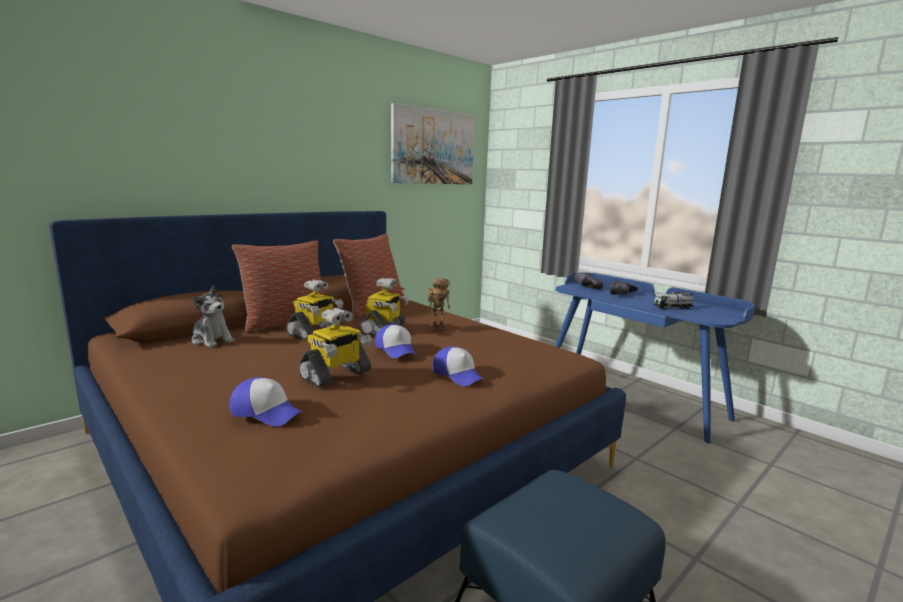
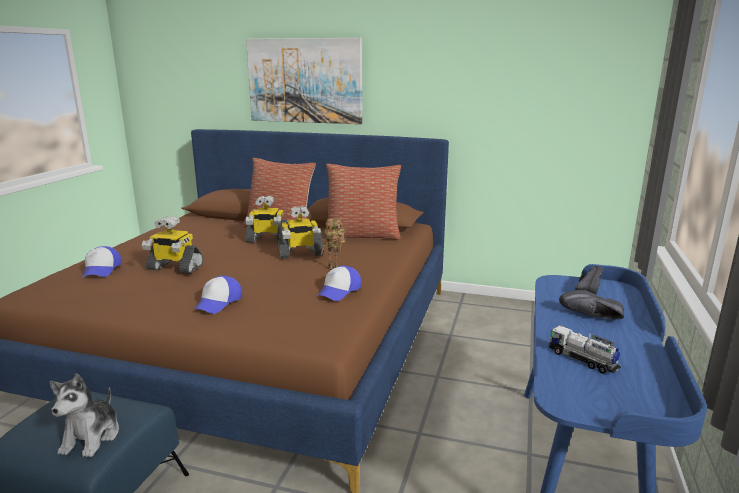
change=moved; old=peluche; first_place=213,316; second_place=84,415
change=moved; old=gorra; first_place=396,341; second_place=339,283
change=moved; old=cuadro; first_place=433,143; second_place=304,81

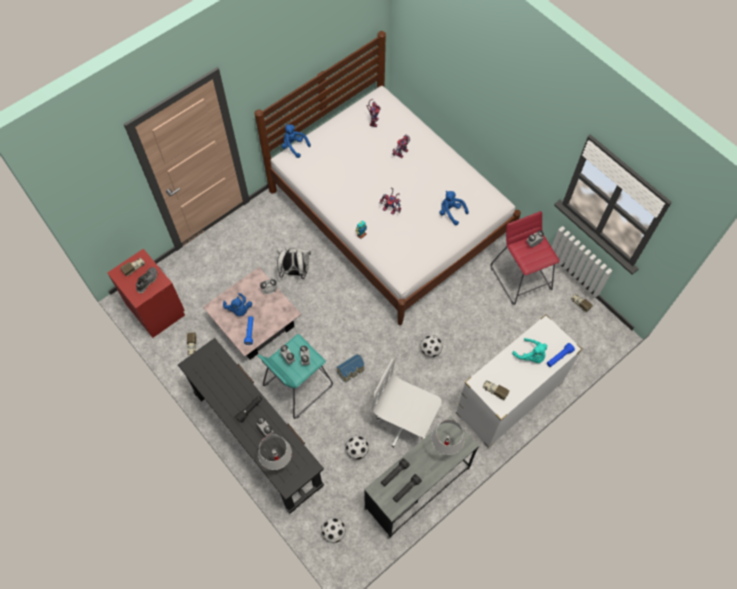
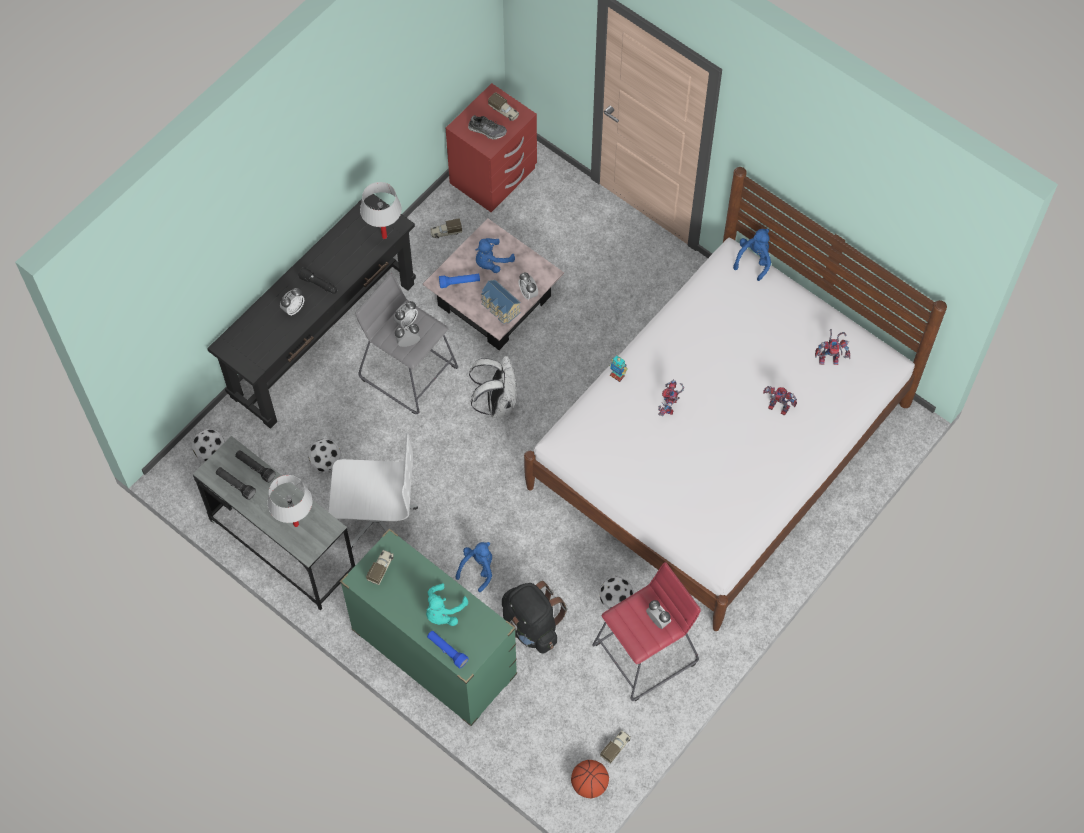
change=added; new=mochila (negro); second_place=535,617
change=added; new=balón de baloncesto; second_place=590,779
change=moved; old=lámpara de mesa (blanco); first_place=275,452; second_place=381,210
change=moved; old=mochila (blanco); first_place=294,263; second_place=493,387
change=moved; old=casita; first_place=351,368; second_place=501,302
change=moved; old=balón de fútbol; first_place=431,346; second_place=617,593
change=moved; old=peluche (azul); first_place=454,208; second_place=474,567
change=recoloured; old=taburete (turquesa); new=taburete (gris); first_place=295,376; second_place=407,344
change=recoloured; old=cómoda (blanco); new=cómoda (verde); first_place=519,381; second_place=428,627
change=turned; old=silla de oficina (blanco); first_place=407,403; second_place=373,491; degrees=75

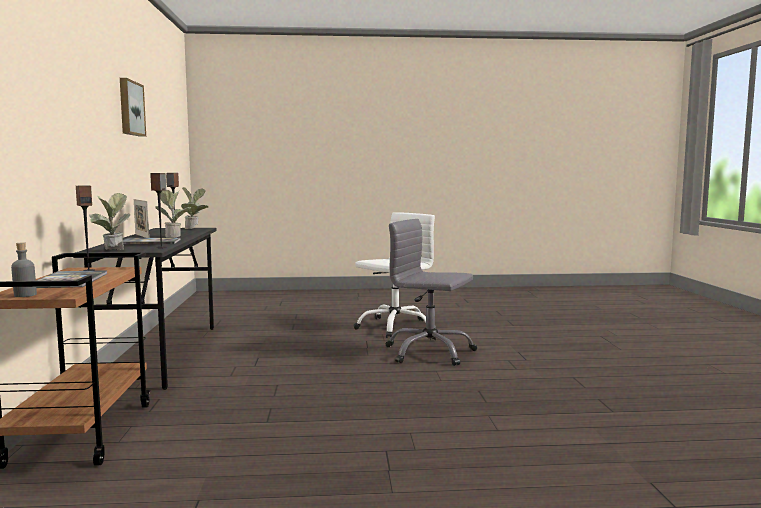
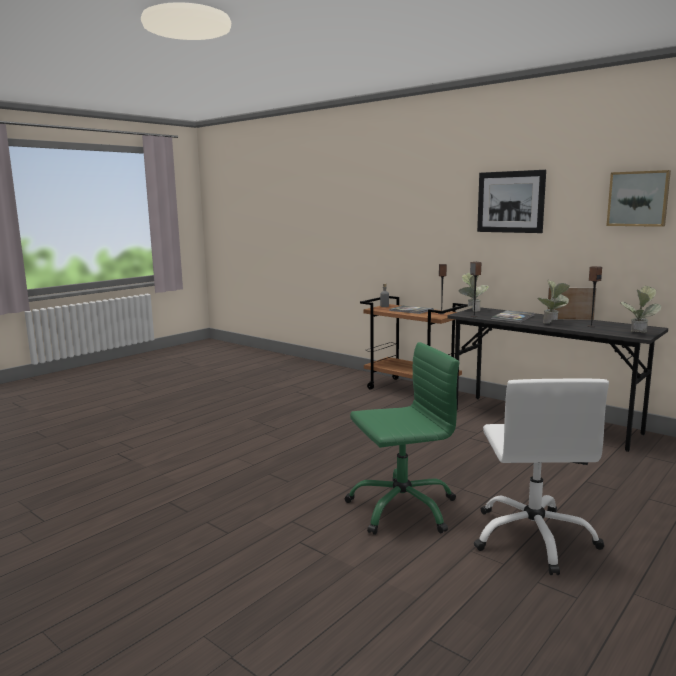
change=added; new=cuadro; second_place=511,201
change=recoloured; old=silla de oficina (gris); new=silla de oficina (verde); first_place=431,292; second_place=401,438

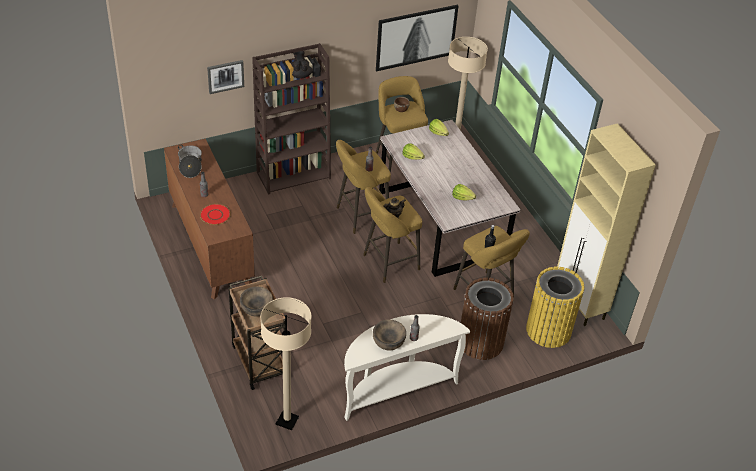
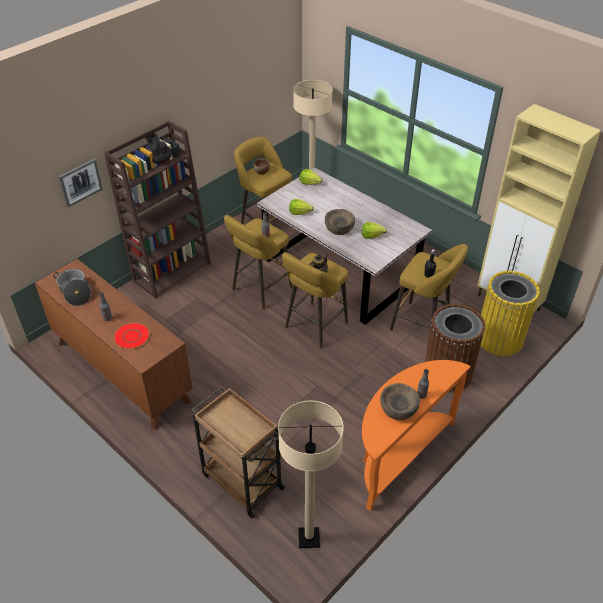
change=removed; old=cuadro; first_place=417,38
change=moved; old=cuenco (marrón); first_place=256,301; second_place=340,222
change=recoloured; old=mesa consola (blanco); new=mesa consola (naranja); first_place=407,367; second_place=416,435

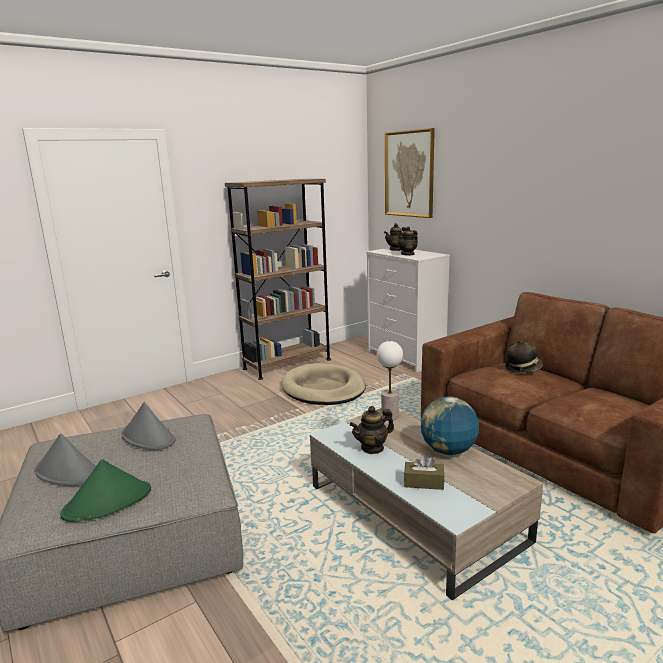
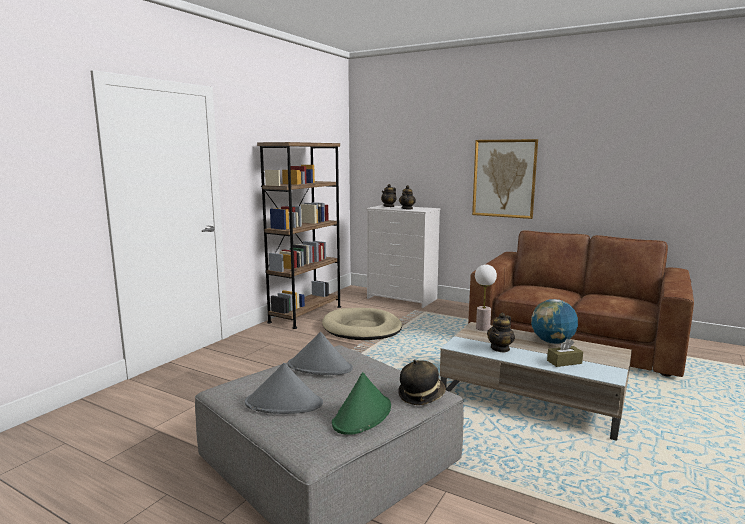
change=moved; old=cuadro; first_place=410,173; second_place=505,179
change=moved; old=sombrero; first_place=524,356; second_place=422,382

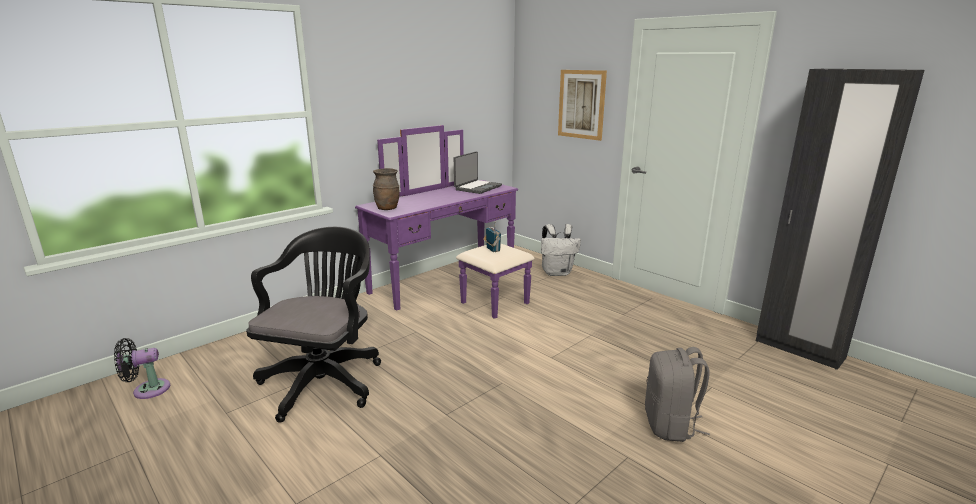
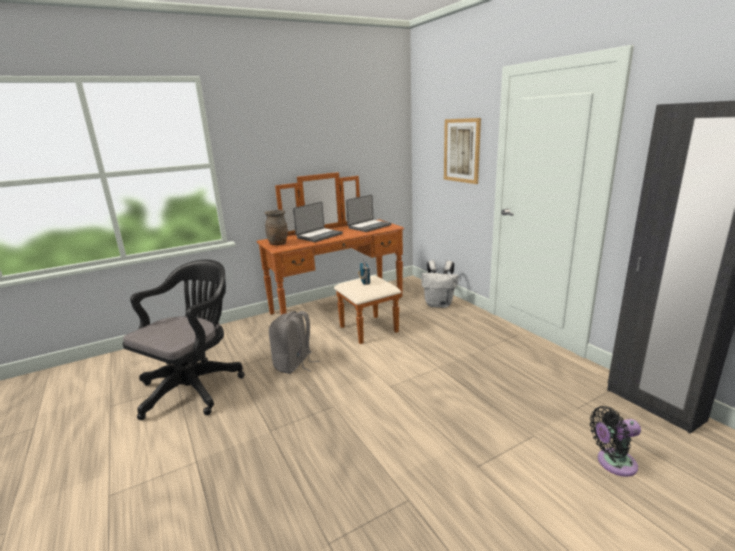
change=added; new=portátil; second_place=318,222
change=moved; old=ventilador (negro); first_place=142,368; second_place=615,441
change=moved; old=mochila (gris); first_place=677,394; second_place=294,342
change=recoloured; old=cómoda (morado); new=cómoda (marrón); first_place=445,222; second_place=330,258

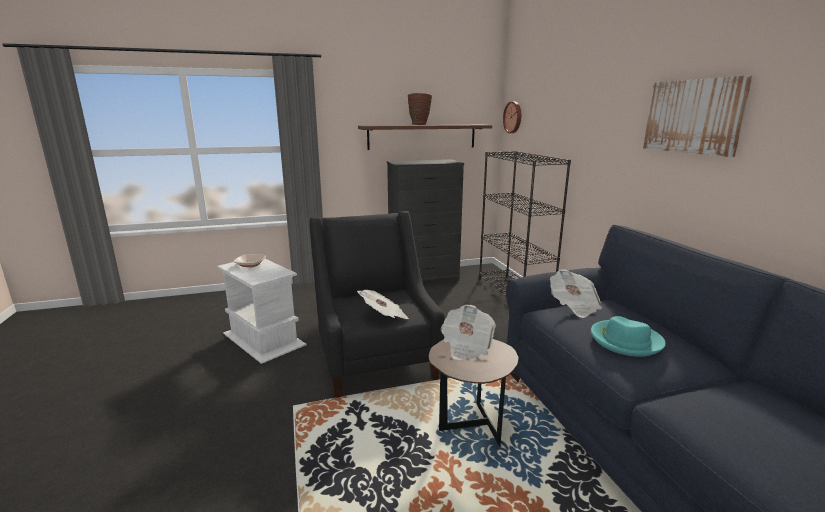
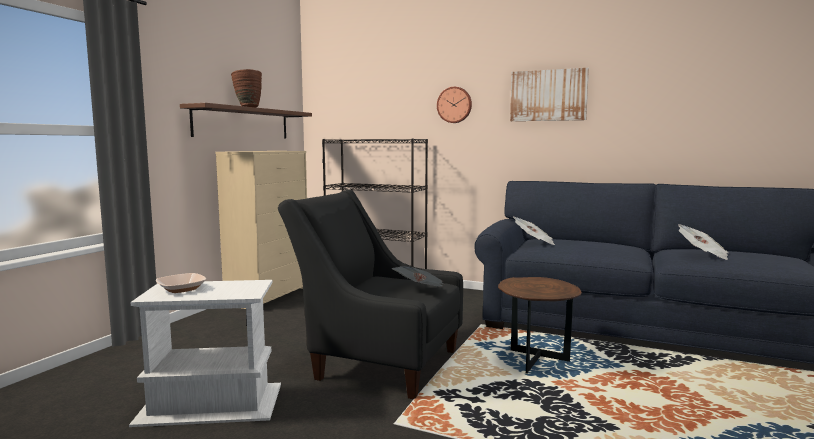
change=removed; old=sombrero (turquesa); first_place=628,336
change=moved; old=periódico; first_place=468,332; second_place=703,242
change=moved; old=reloj de pared; first_place=512,117; second_place=454,105
change=recoloured; old=cómoda (negro); new=cómoda (beis); first_place=425,220; second_place=261,230

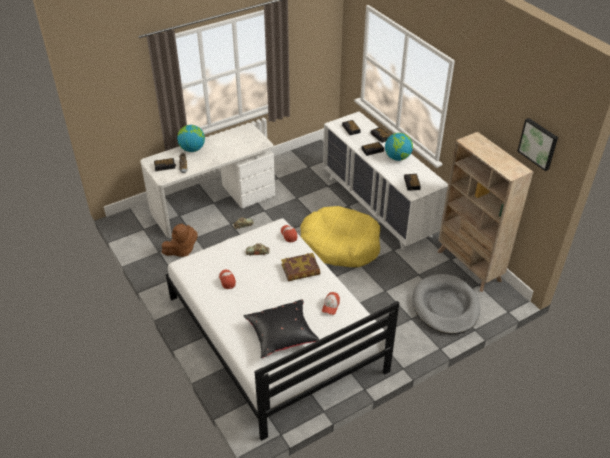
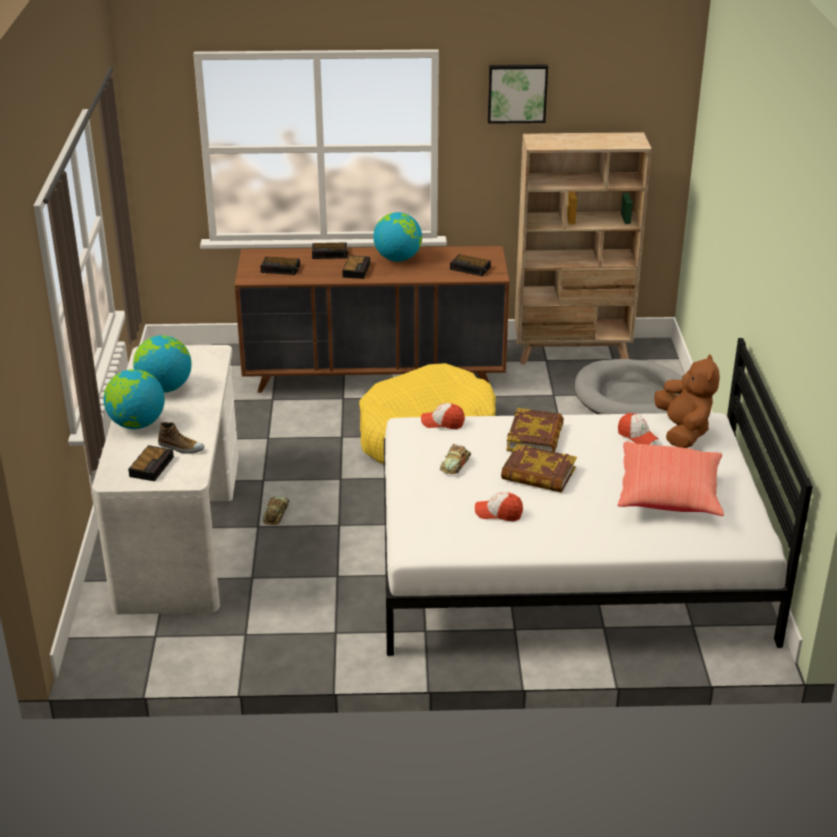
change=added; new=globo terráqueo; second_place=162,364
change=added; new=libro; second_place=539,468
change=moved; old=peluche (marrón); first_place=180,240; second_place=687,401
change=moved; old=cuadro; first_place=537,144; second_place=518,94
change=recoloured; old=cojín (negro); new=cojín (rojo); first_place=282,328; second_place=670,478
change=recoloured; old=cómoda (blanco); new=cómoda (marrón); first_place=385,180; second_place=371,319

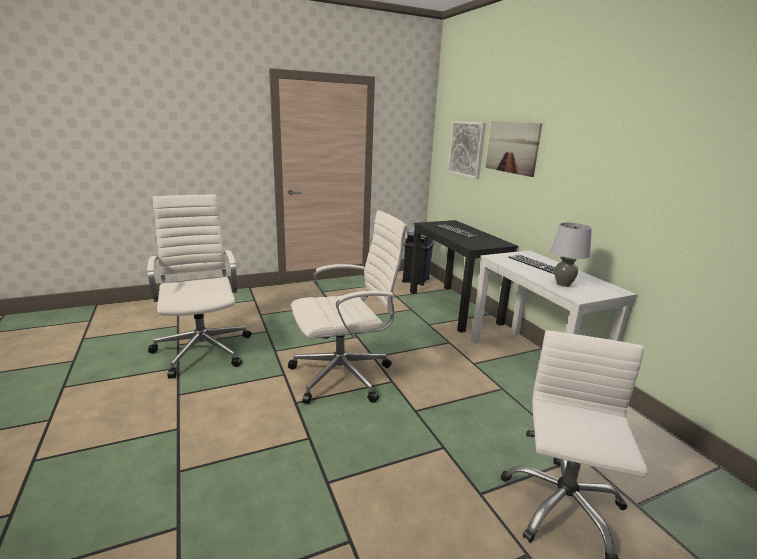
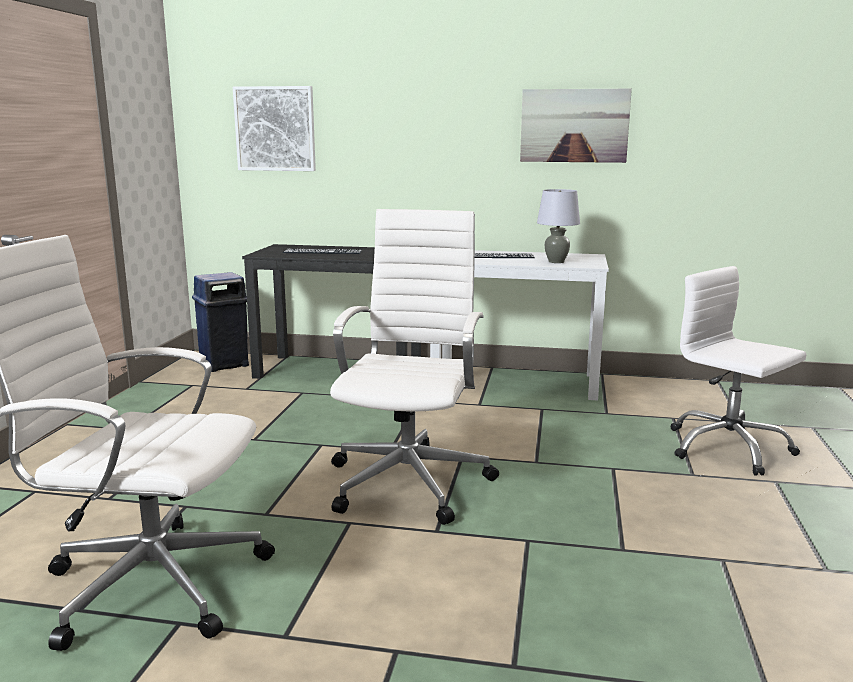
change=moved; old=cuadro; first_place=513,149; second_place=576,125

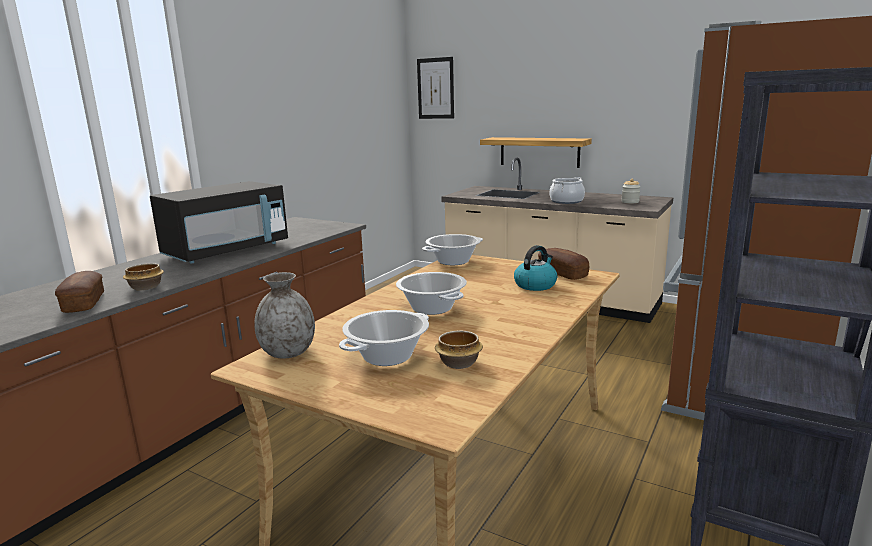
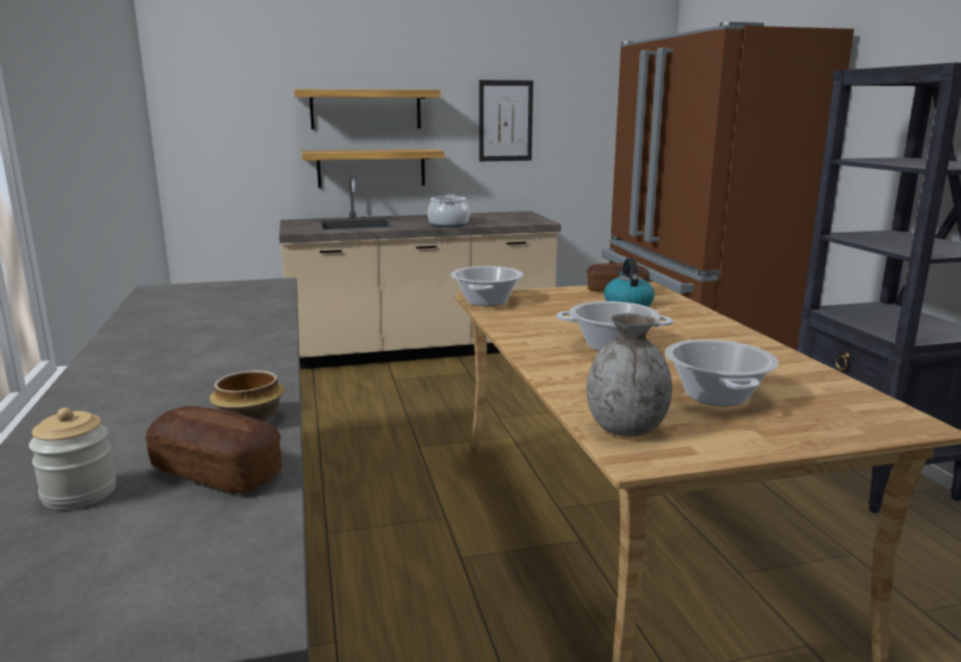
change=removed; old=microondas (negro); first_place=219,222
change=removed; old=cuenco; first_place=459,350
change=added; new=estante; second_place=367,109
change=moved; old=cuadro; first_place=435,88; second_place=506,120
change=moved; old=tarro; first_place=631,191; second_place=72,459

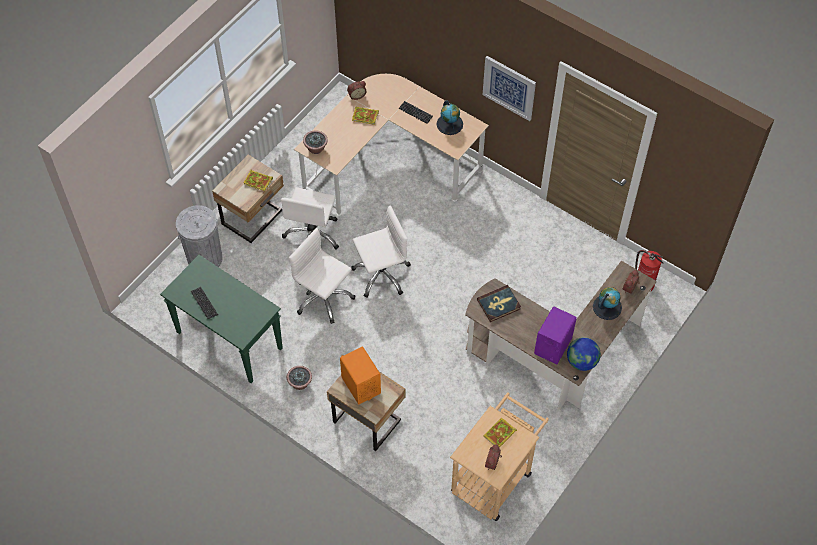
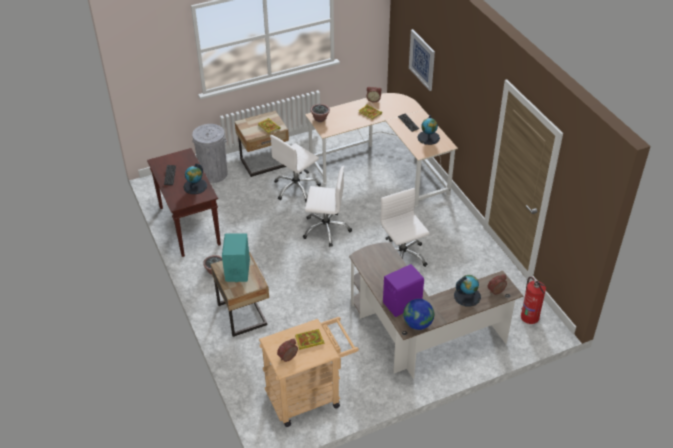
change=removed; old=libro; first_place=499,303
change=added; new=globo terráqueo; second_place=195,179
change=moved; old=silla de oficina (blanco); first_place=322,276; second_place=405,227
change=moved; old=cuadro; first_place=509,88; second_place=422,60
change=recoloured; old=mesa consola (verde); new=mesa consola (marrón); first_place=221,319; second_place=184,202
change=recoloured; old=altavoz (naranja); new=altavoz (turquesa); first_place=360,375; second_place=236,257

